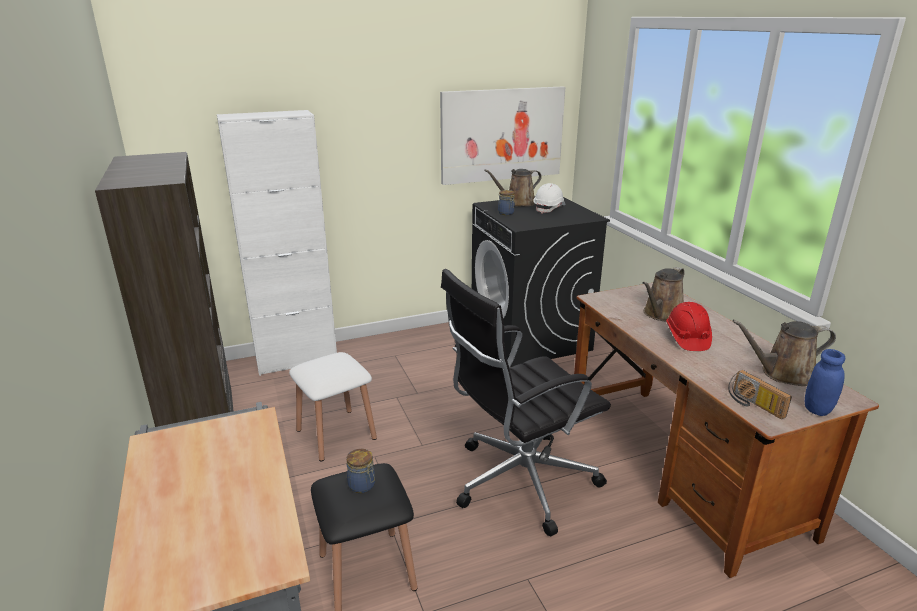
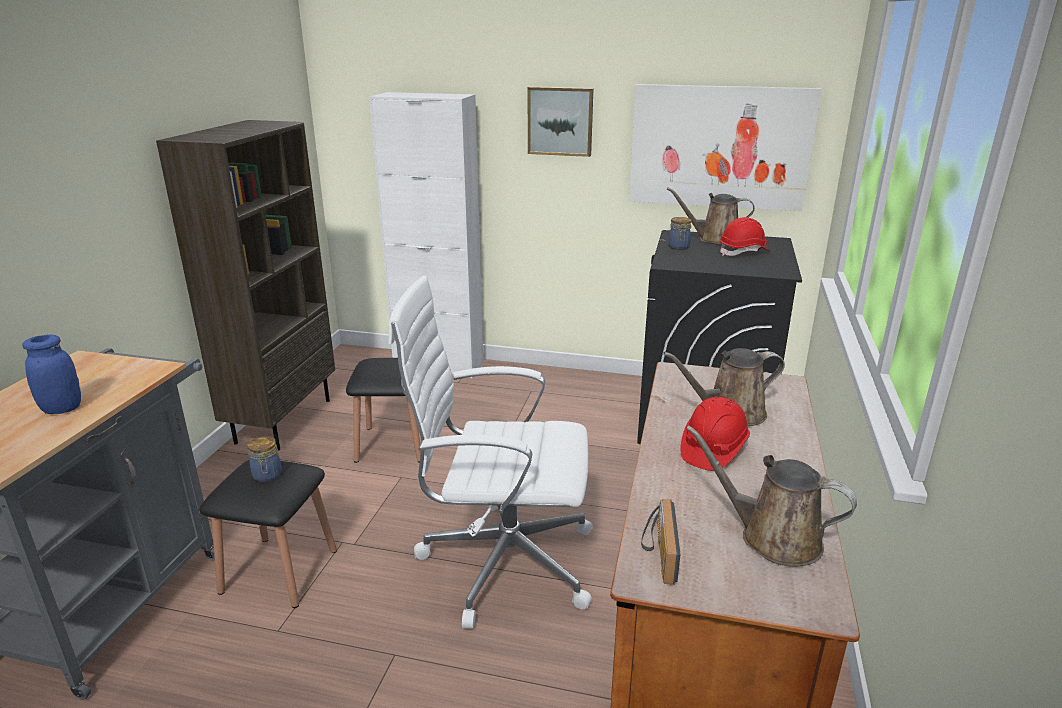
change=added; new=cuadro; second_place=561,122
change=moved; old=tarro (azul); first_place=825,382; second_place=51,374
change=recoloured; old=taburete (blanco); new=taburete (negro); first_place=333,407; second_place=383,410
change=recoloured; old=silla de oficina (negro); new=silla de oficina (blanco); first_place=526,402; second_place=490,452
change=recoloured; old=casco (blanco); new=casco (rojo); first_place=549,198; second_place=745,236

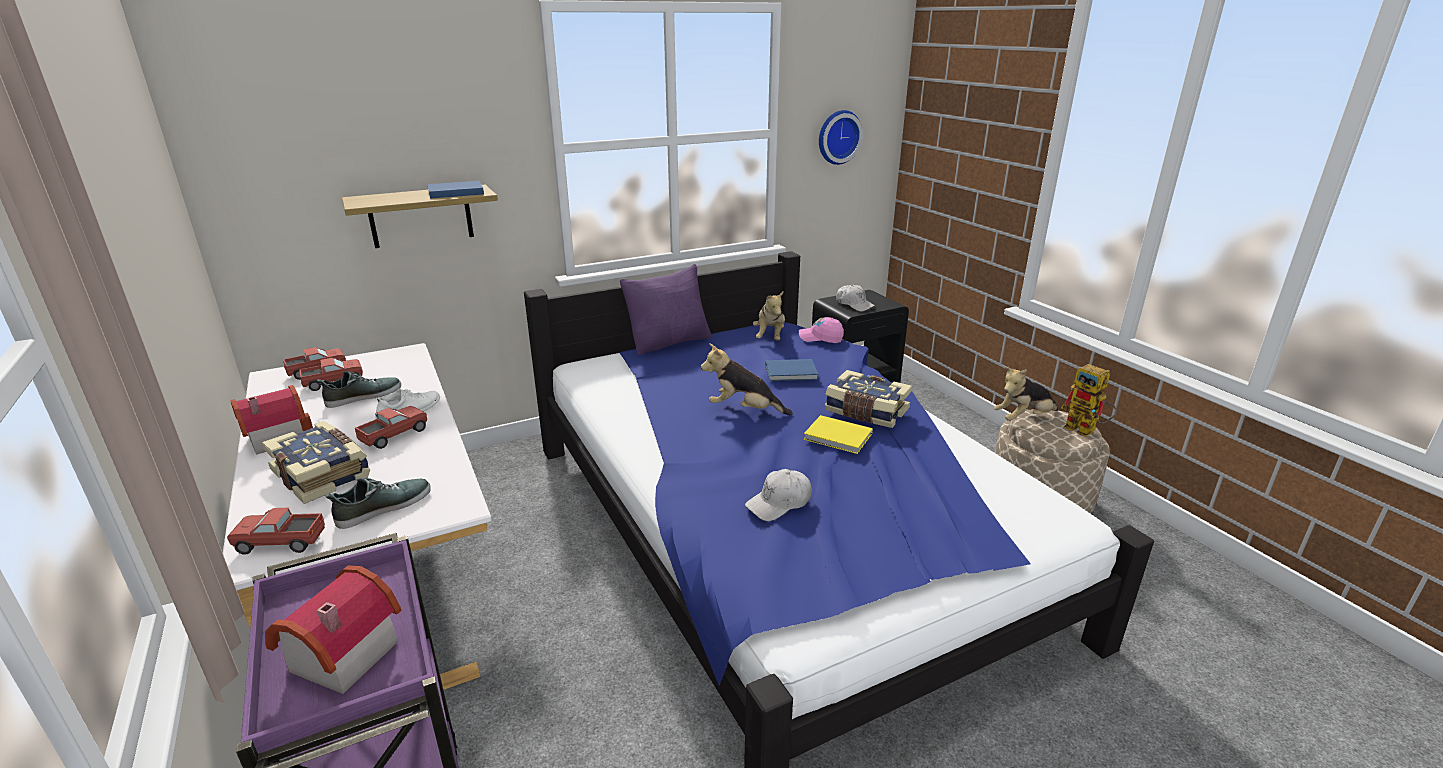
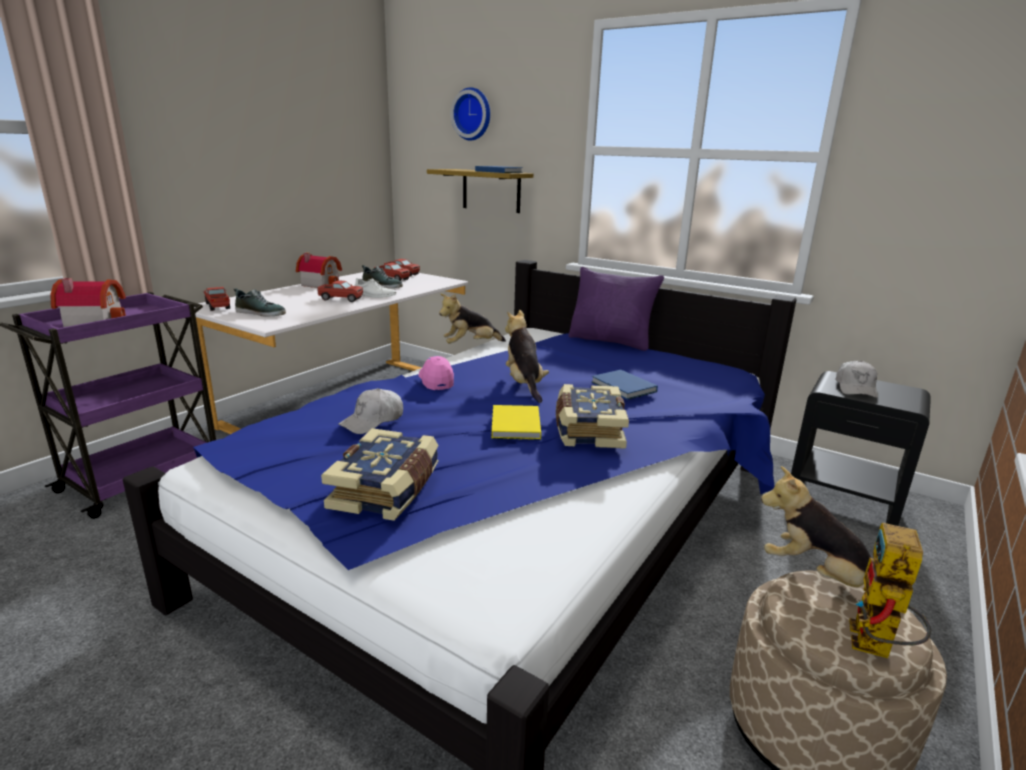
change=moved; old=libro; first_place=316,462; second_place=380,474
change=moved; old=peluche; first_place=769,315; second_place=472,318
change=moved; old=gorra (rosa); first_place=821,330; second_place=436,373
change=moved; old=reloj de pared; first_place=841,137; second_place=470,114
change=turned; old=gorra (blanco); first_place=778,495; second_place=371,411; degrees=-75

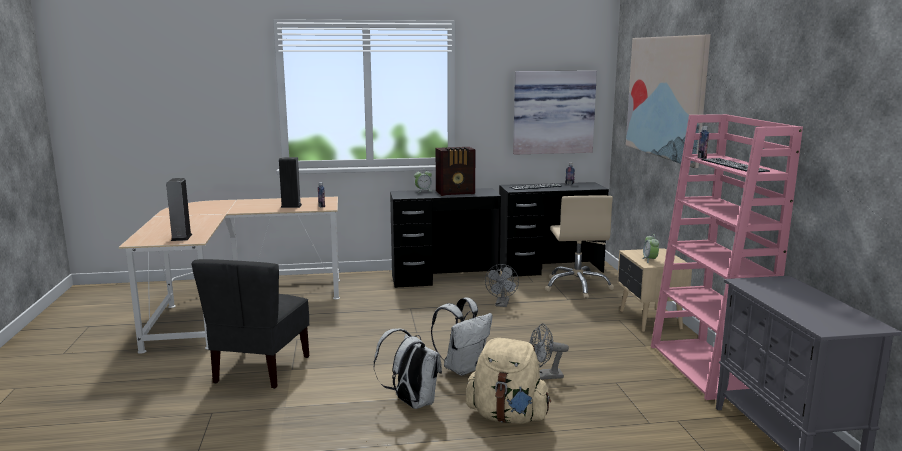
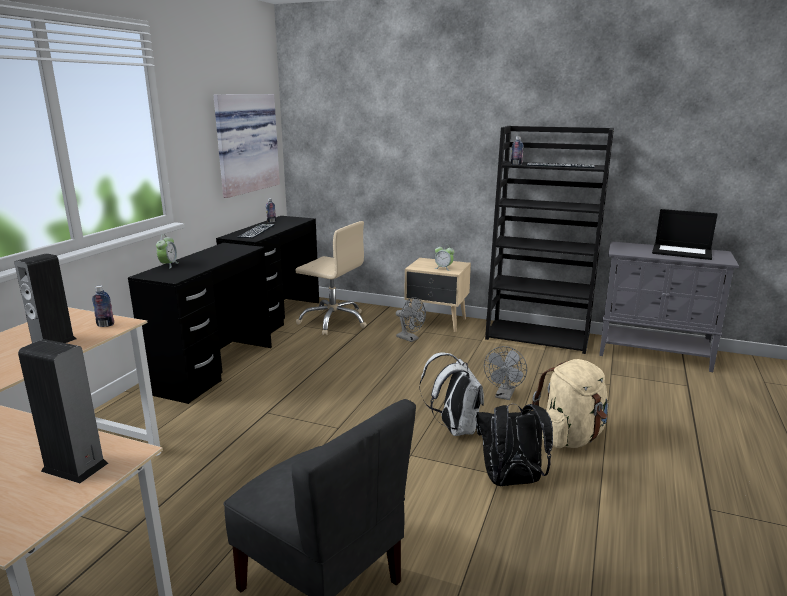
change=removed; old=radio; first_place=456,171
change=removed; old=cuadro; first_place=668,101
change=added; new=portátil; second_place=685,234
change=moved; old=ventilador (gris); first_place=502,285; second_place=411,319
change=recoloured; old=mochila (blanco); new=mochila (negro); first_place=408,368; second_place=514,445
change=recoloured; old=estantería (rosa); new=estantería (negro); first_place=727,257; second_place=549,240

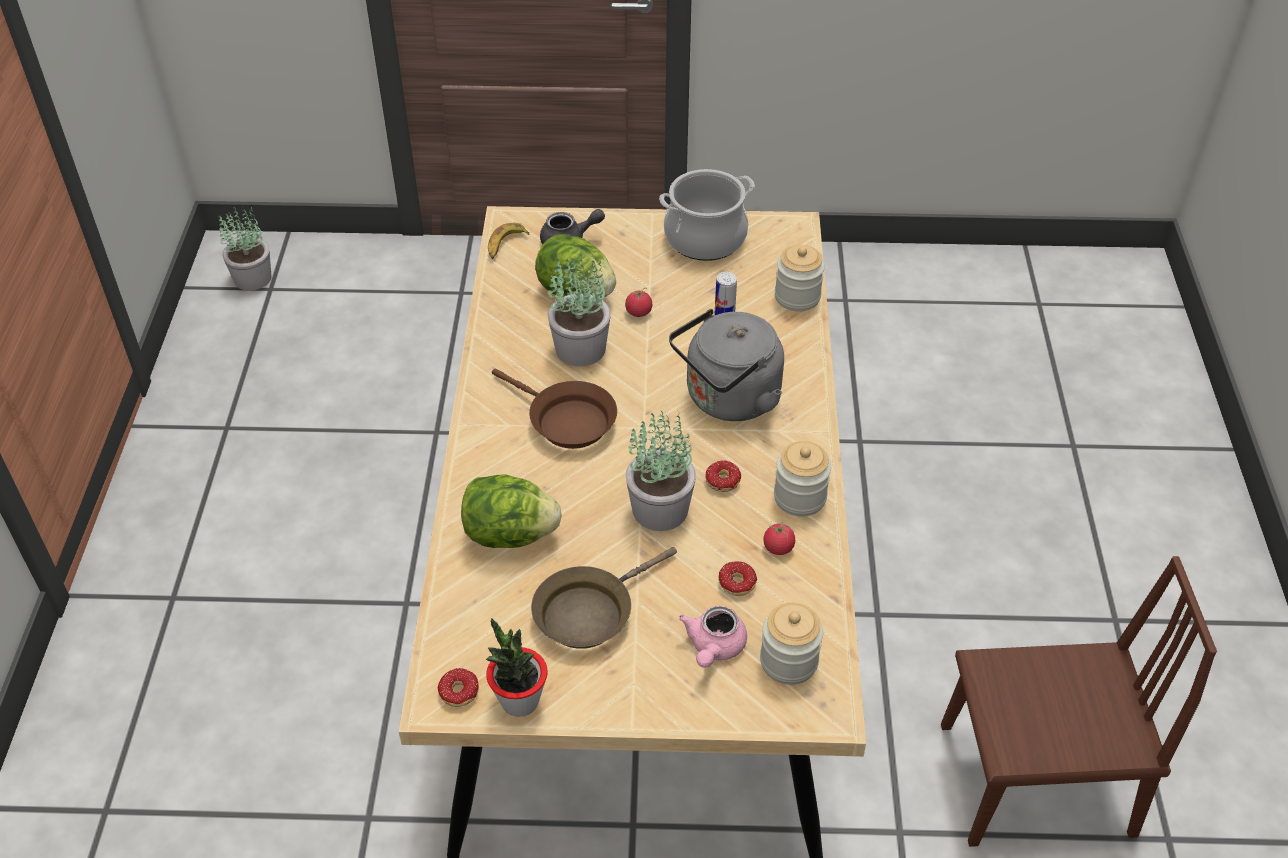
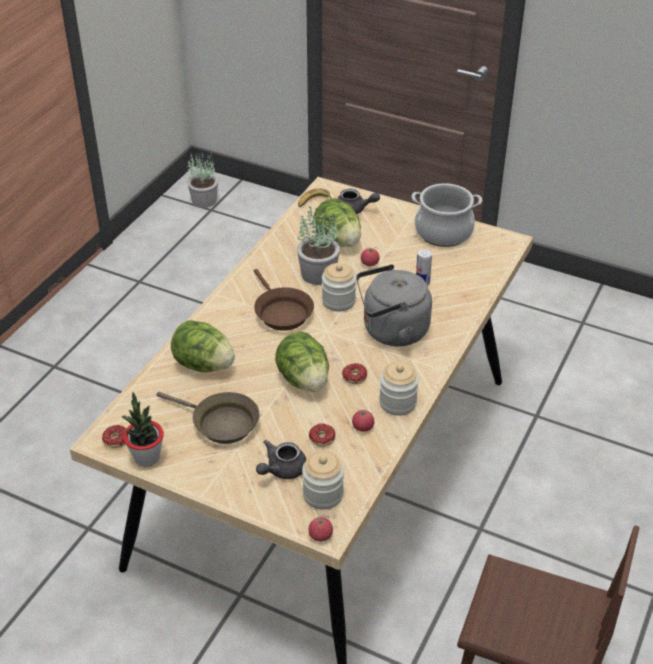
change=added; new=tomate; second_place=320,529
change=moved; old=tarro; first_place=800,278; second_place=339,287
change=replaced; old=planta en maceta; new=lechuga; first_place=661,470; second_place=302,362
change=recoloured; old=tetera (rosa); new=tetera (gris); first_place=713,637; second_place=281,459
change=turned; old=sartén (marrón); first_place=604,598; second_place=208,418; degrees=-135

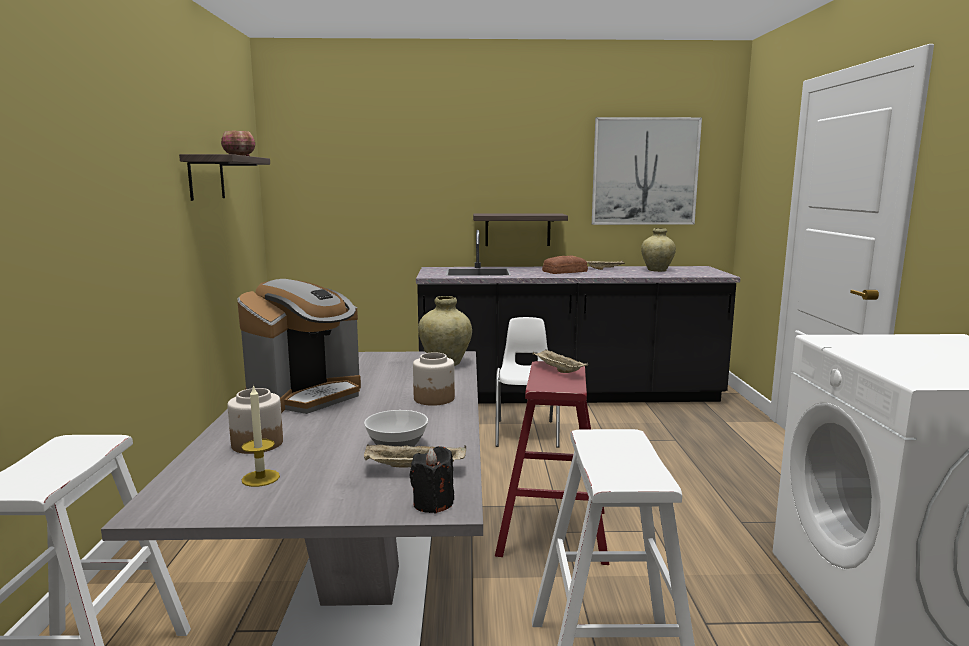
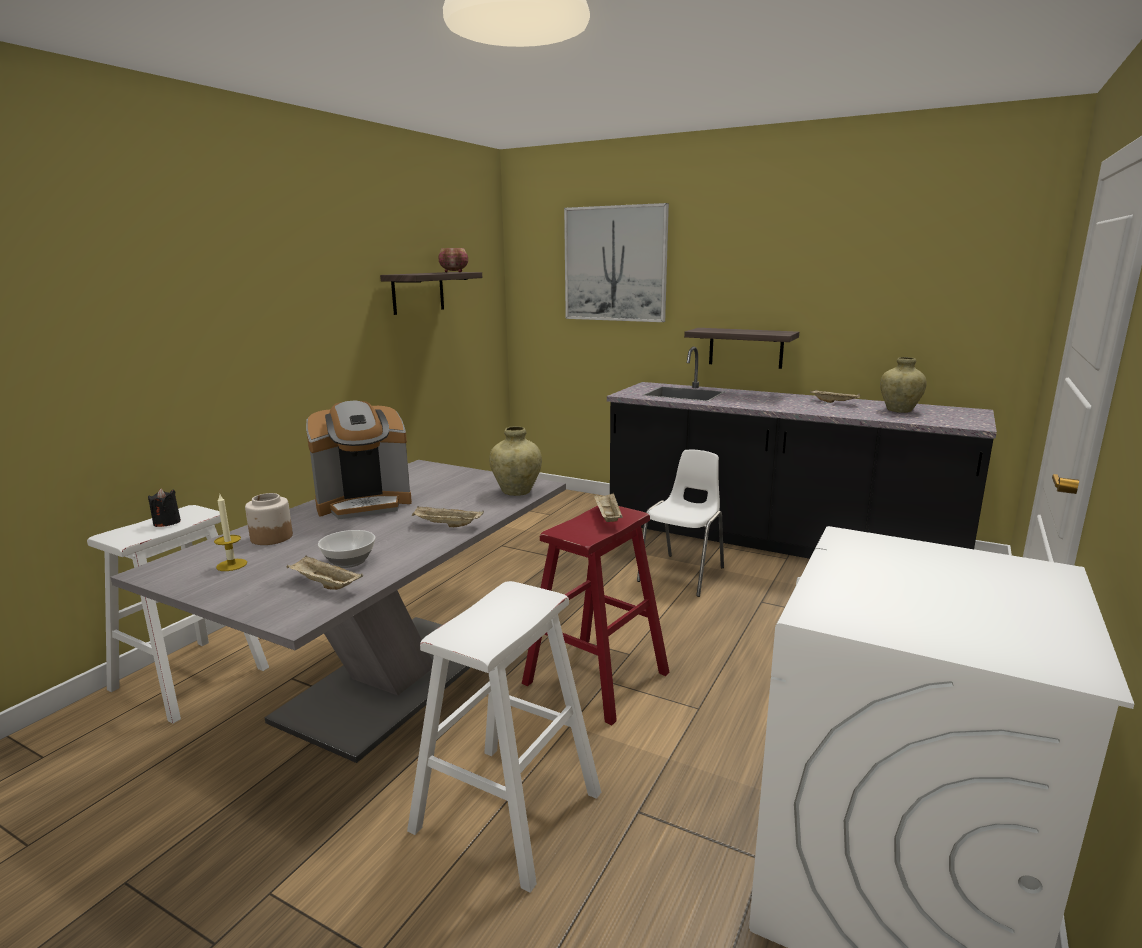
change=removed; old=pan; first_place=565,265
change=moved; old=vela (negro); first_place=432,479; second_place=164,507
change=moved; old=cuadro; first_place=647,171; second_place=616,262
change=replaced; old=tarro; new=bandeja (beis); first_place=434,379; second_place=448,516

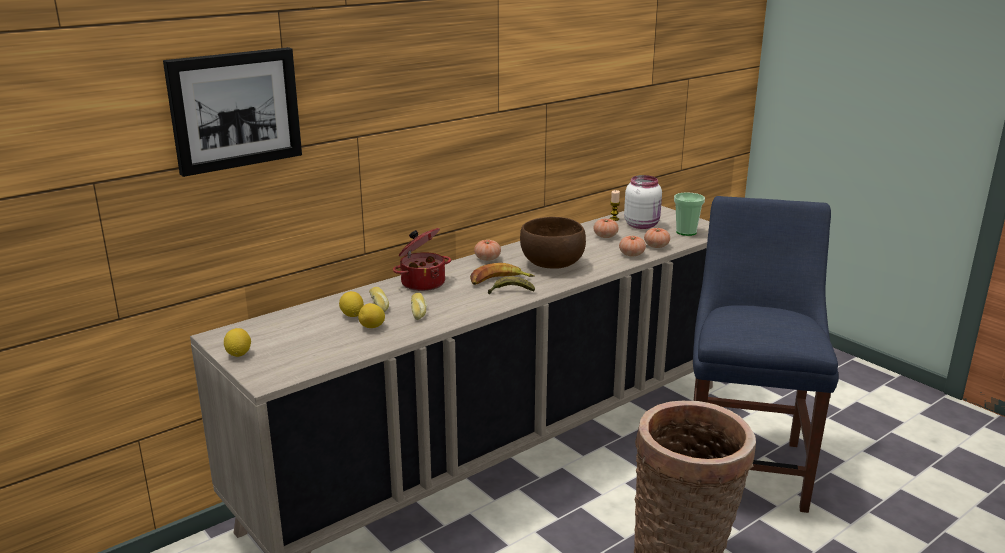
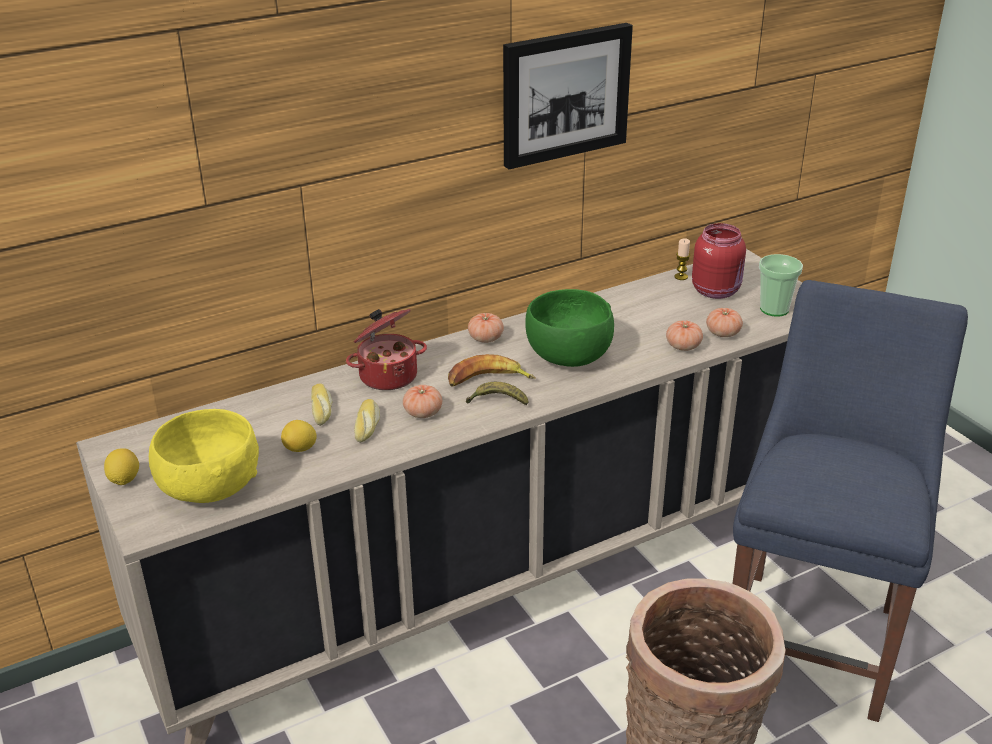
change=removed; old=limón; first_place=351,304
change=added; new=cuenco (amarillo); second_place=204,456
change=moved; old=cuadro; first_place=232,112; second_place=568,96
change=moved; old=tomate; first_place=606,228; second_place=422,401
change=recoloured; old=cuenco (marrón); new=cuenco (verde); first_place=553,243; second_place=569,328
change=recoloured; old=tarro (blanco); new=tarro (rojo); first_place=643,202; second_place=719,261

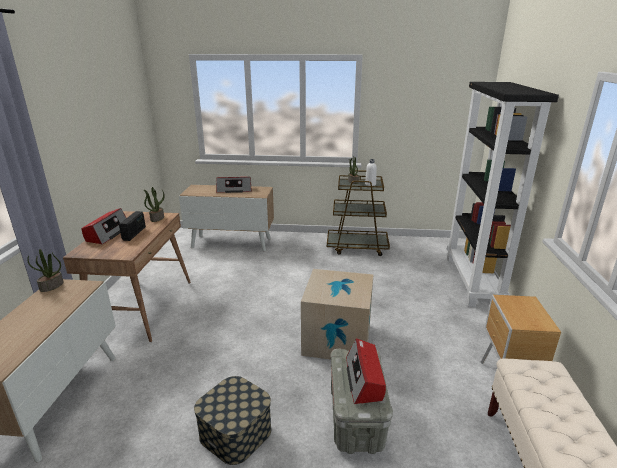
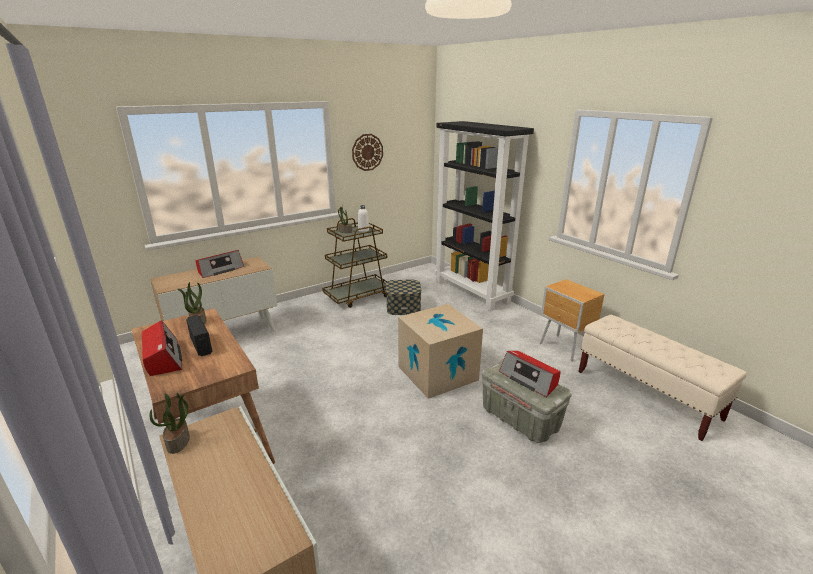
change=added; new=reloj de pared; second_place=367,152
change=moved; old=caja de almacenaje; first_place=232,420; second_place=403,297

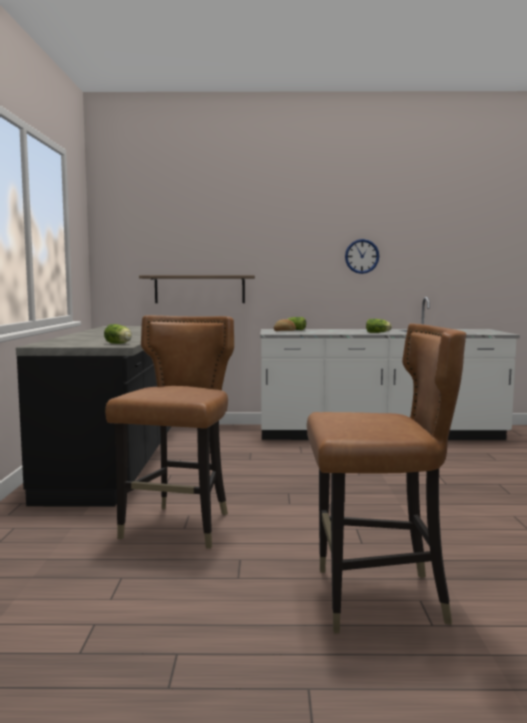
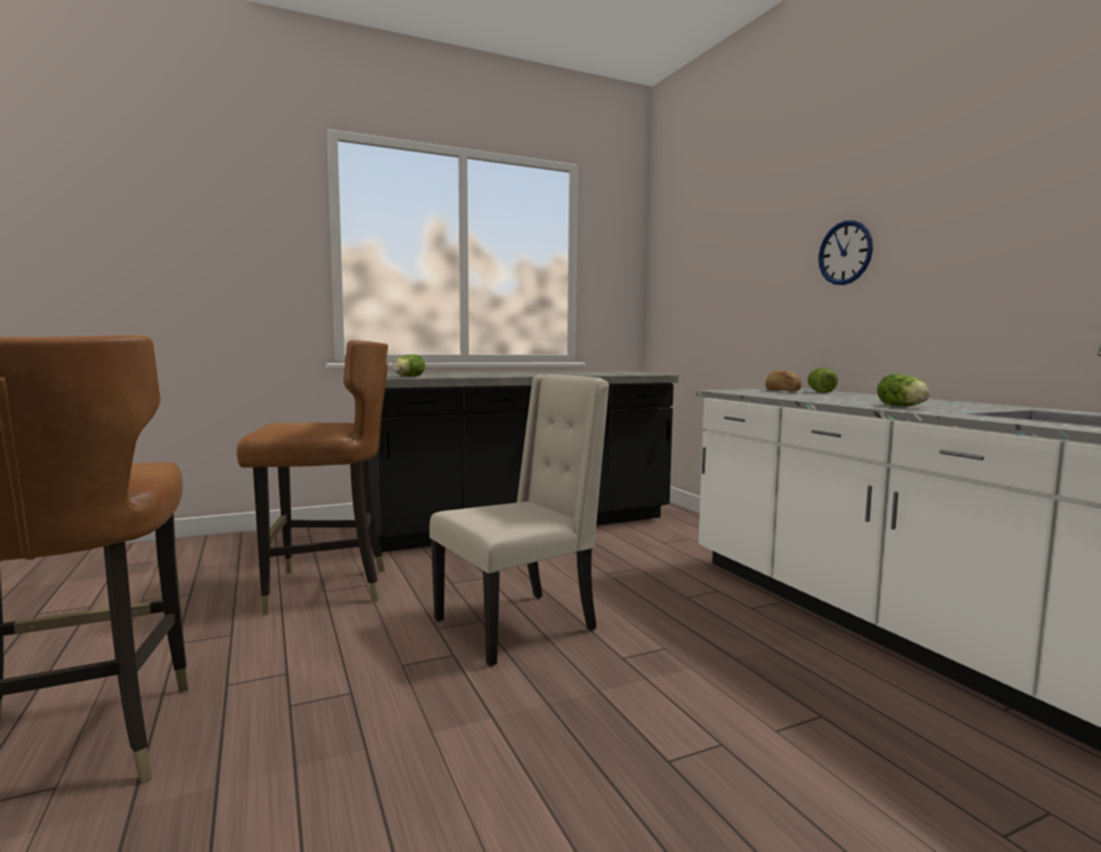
change=removed; old=estante; first_place=197,289
change=added; new=silla (beis); second_place=519,520
change=moved; old=reloj de pared; first_place=362,256; second_place=845,252

